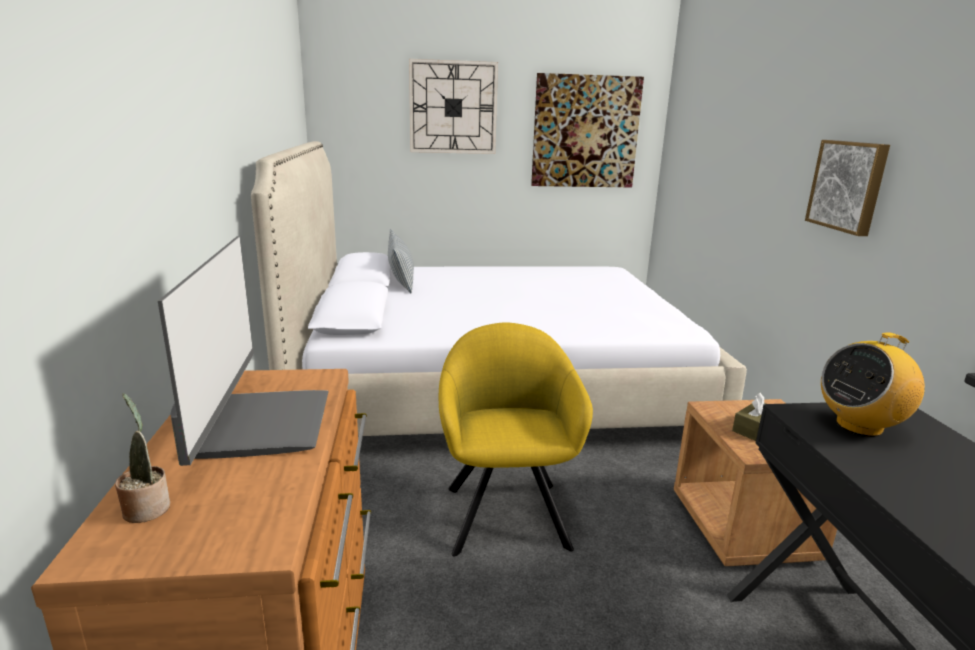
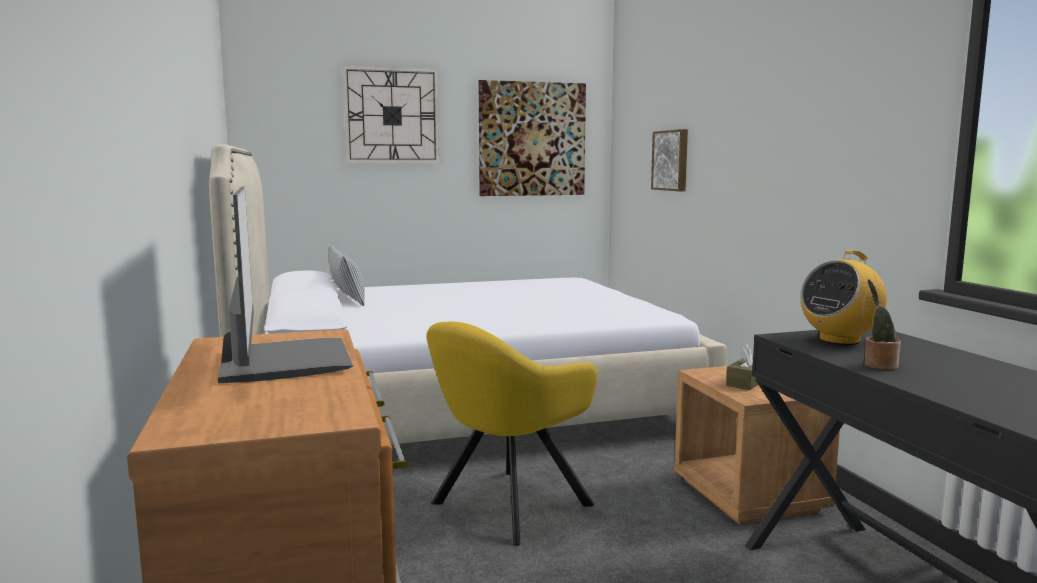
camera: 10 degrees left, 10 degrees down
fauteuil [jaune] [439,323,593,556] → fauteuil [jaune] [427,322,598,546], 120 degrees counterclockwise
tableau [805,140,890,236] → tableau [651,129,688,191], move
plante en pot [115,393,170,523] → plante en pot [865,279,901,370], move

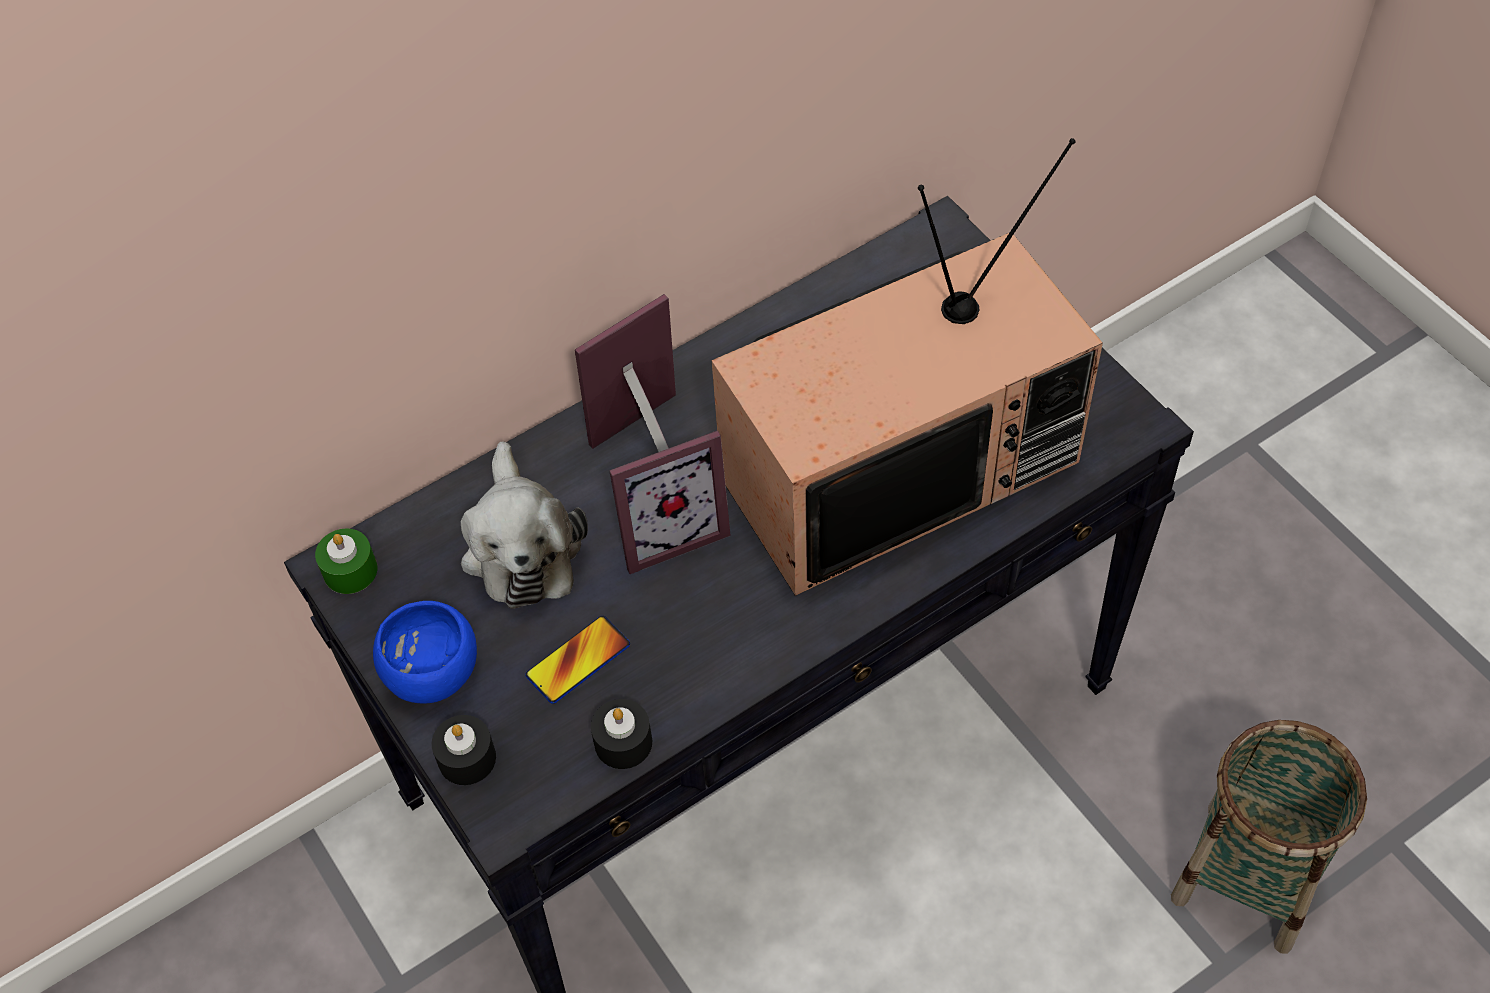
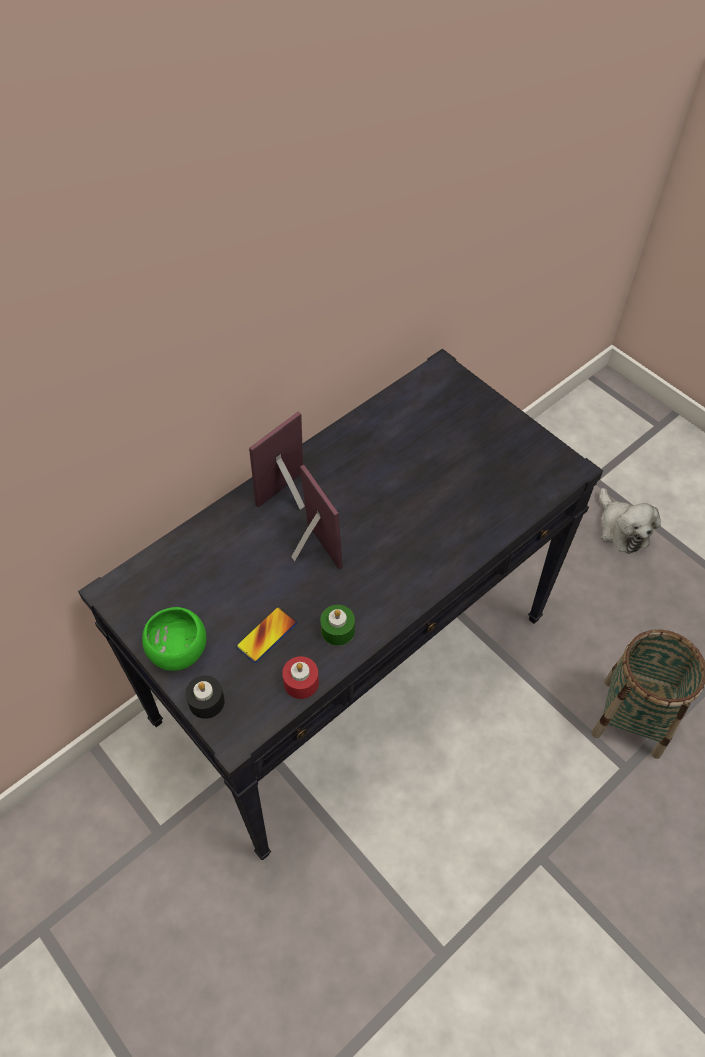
camera: 10 degrees left, 0 degrees up
bol [bleu] [373,601,477,704] → bol [vert] [142,607,206,671]
bougie [noir] [591,699,652,769] → bougie [rouge] [282,656,319,699]
cadre photo [609,430,731,574] → cadre photo [291,465,343,570], 90 degrees counterclockwise
bougie [vert] [315,528,377,594] → bougie [vert] [320,605,355,646], move
peluche [461,441,588,609] → peluche [599,488,661,554], move
téléviseur [712,138,1103,596] → -

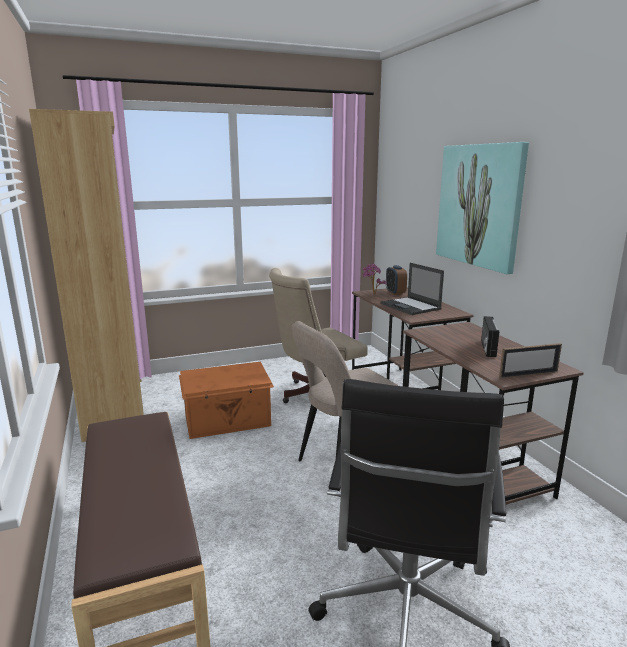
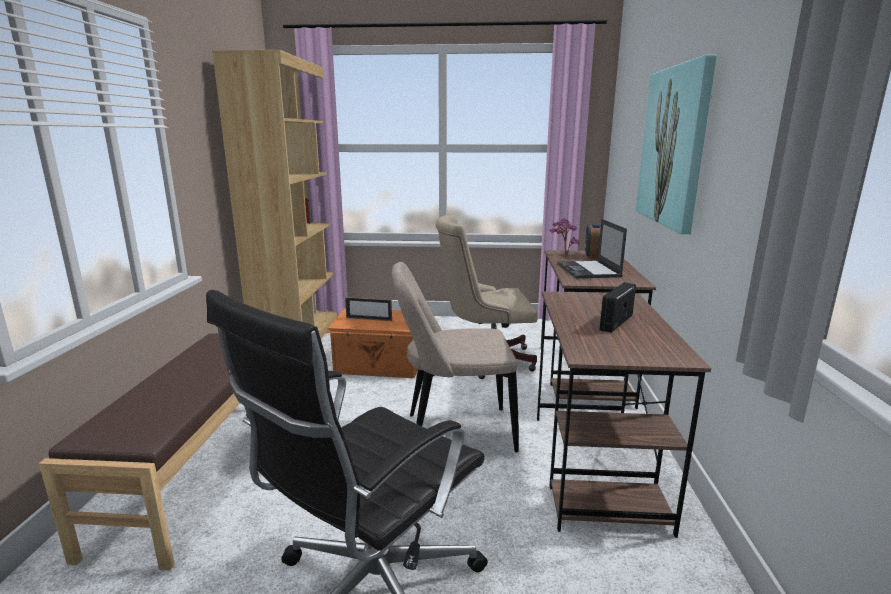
camera: 25 degrees right, 0 degrees up
cadre photo [499,343,562,378] → cadre photo [345,297,392,321], move

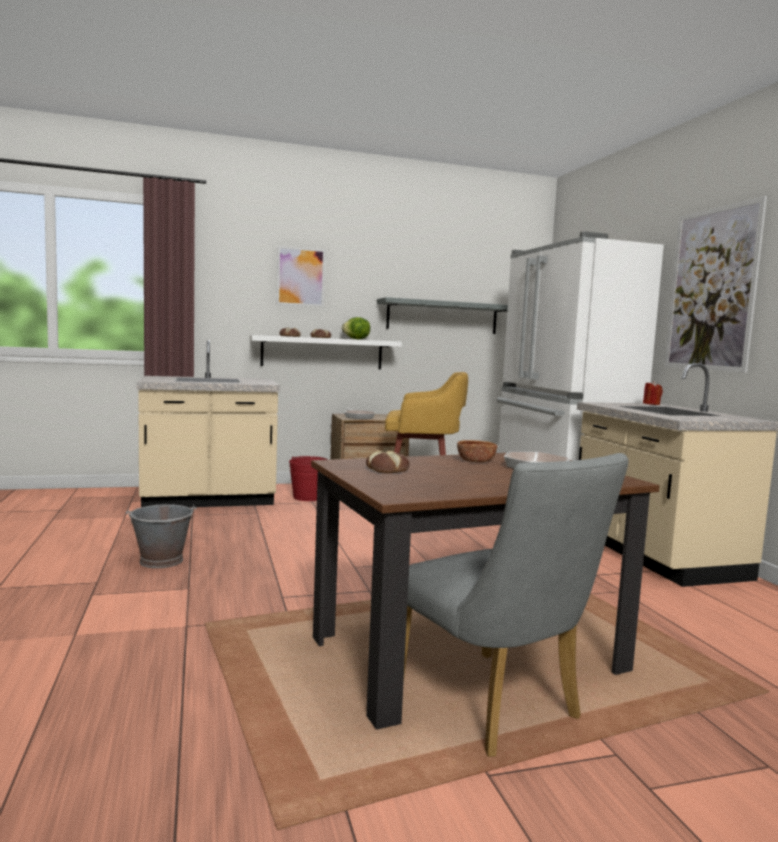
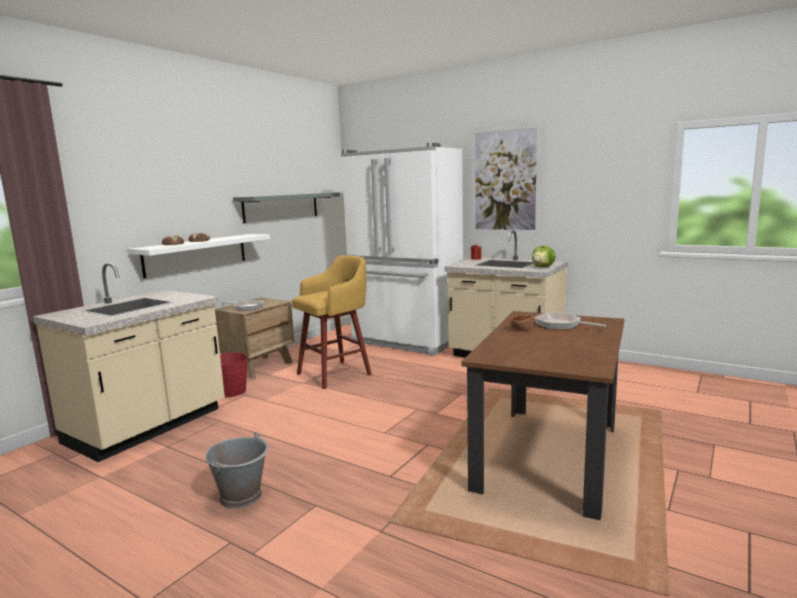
camera: 40 degrees left, 5 degrees up
laitue [342,317,370,339] → laitue [532,246,556,267], move
tableau [276,246,326,307] → -
pain [366,450,410,473] → -
chaise [gris] [403,453,629,757] → -

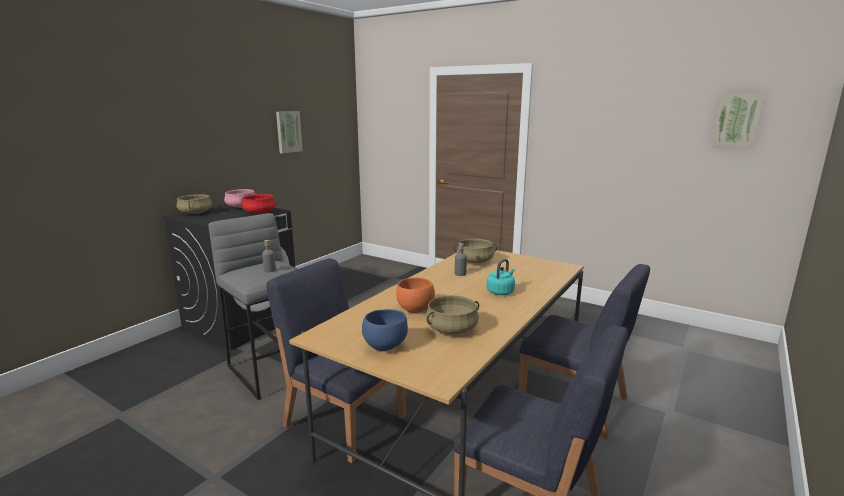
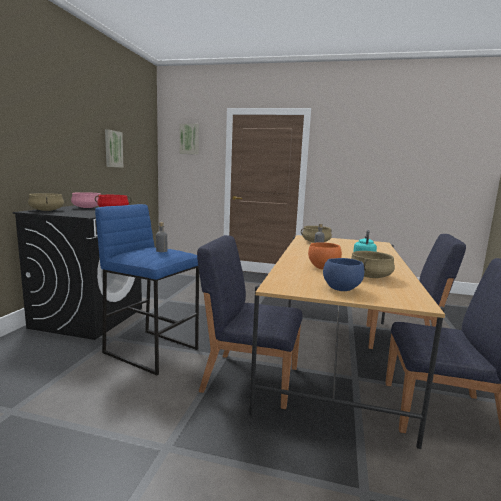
camera: 20 degrees left, 5 degrees down
tabouret [gris] [209,213,297,400] → tabouret [bleu] [95,204,199,375]
tableau [712,94,764,150] → tableau [179,124,199,154], move

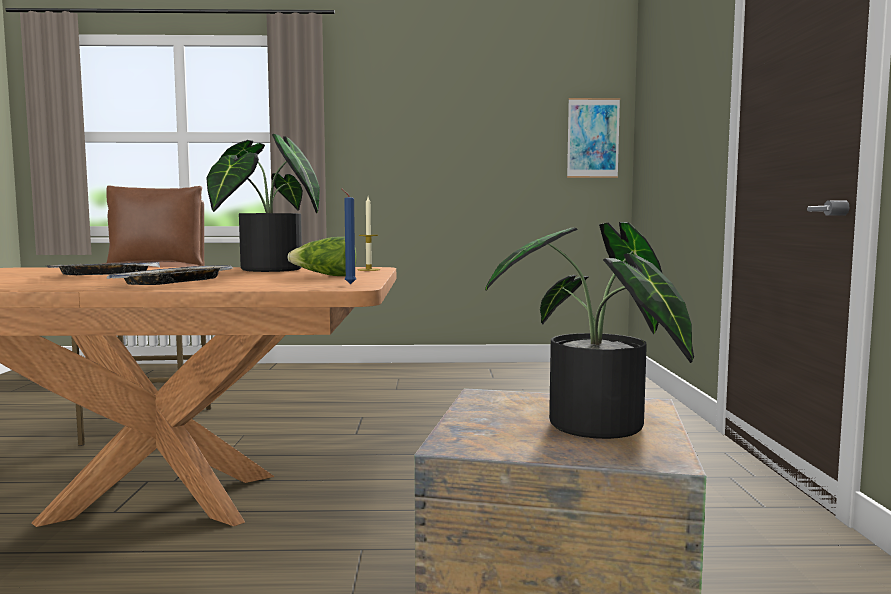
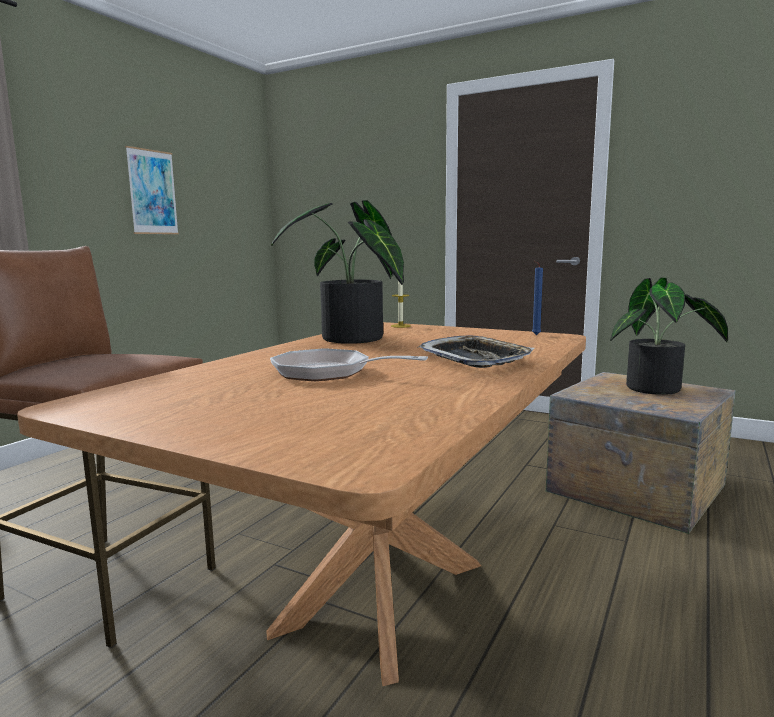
camera: 60 degrees left, 5 degrees up
tableau [567,98,620,178] → tableau [125,146,179,234], move
plateau [47,262,160,275] → poêle [270,348,428,381]
laitue [287,237,357,276] → -

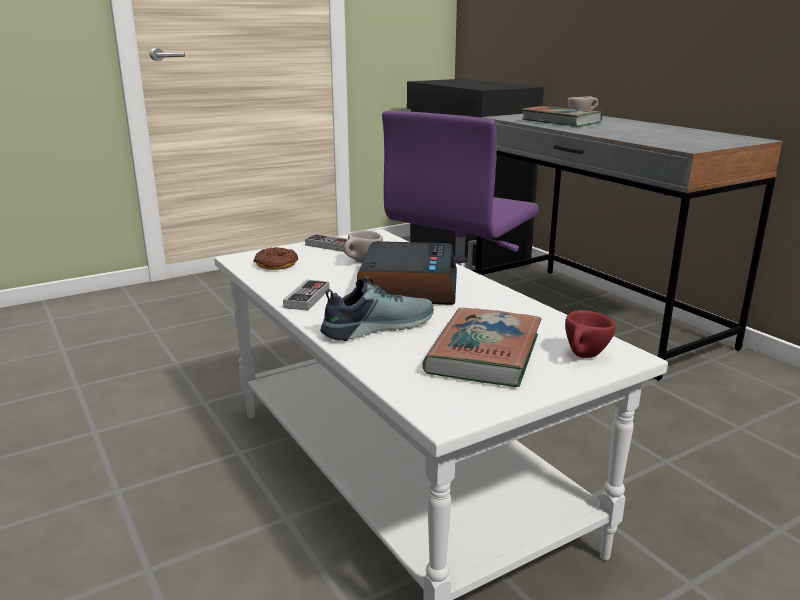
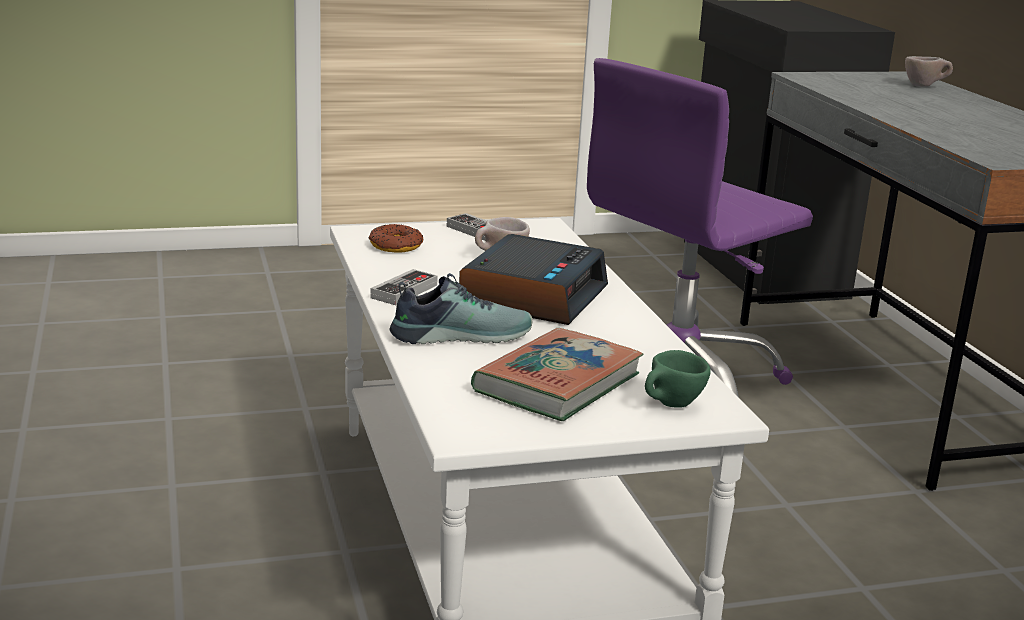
camera: 15 degrees right, 0 degrees up
tasse [rouge] [565,310,615,358] → tasse [vert] [645,350,711,408]
livre [522,106,602,127] → -

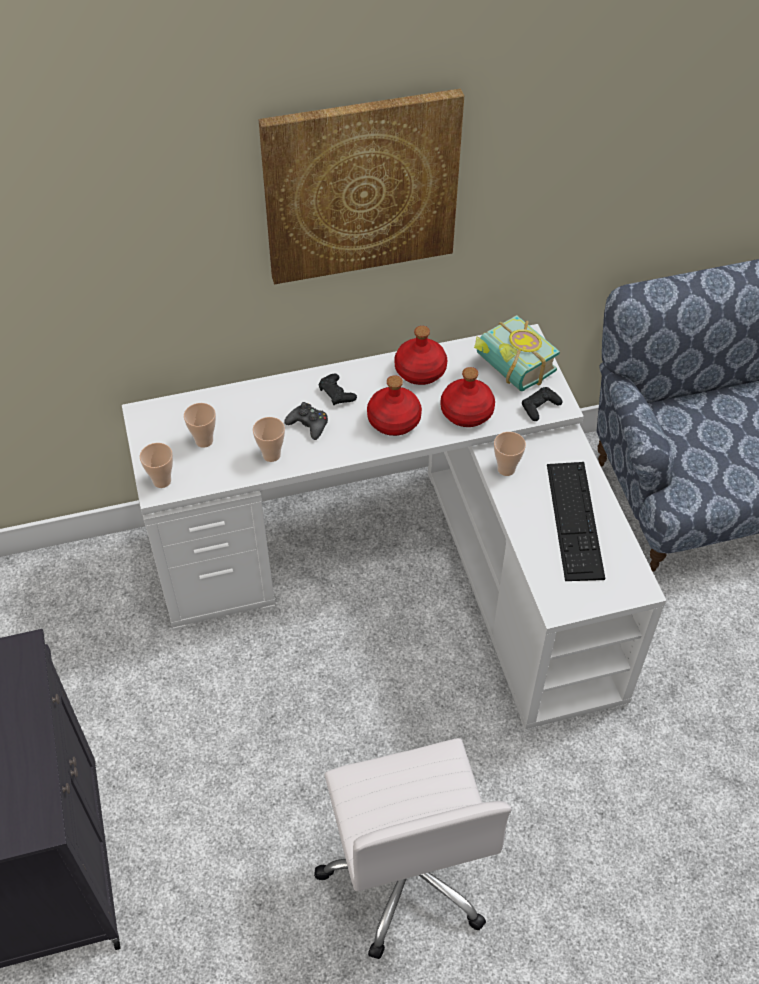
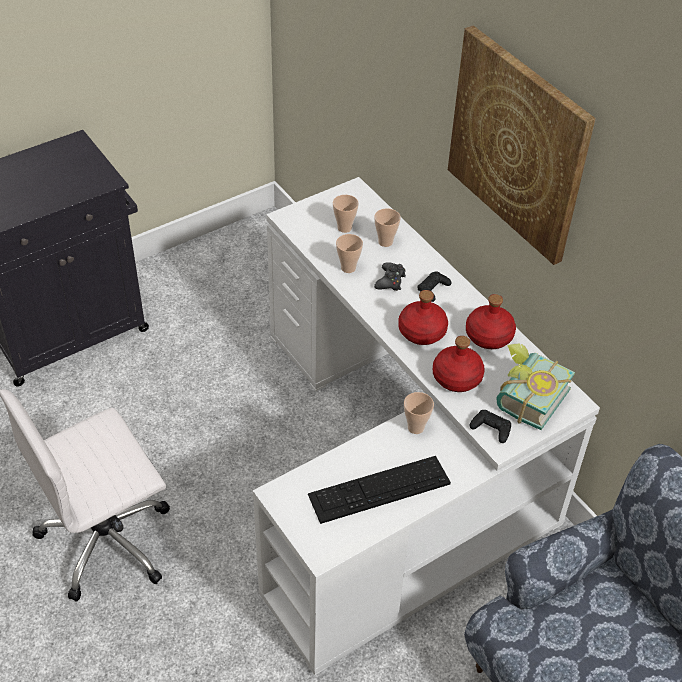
camera: 70 degrees right, 5 degrees down
tasse [140,443,173,488] → tasse [374,208,401,247], move

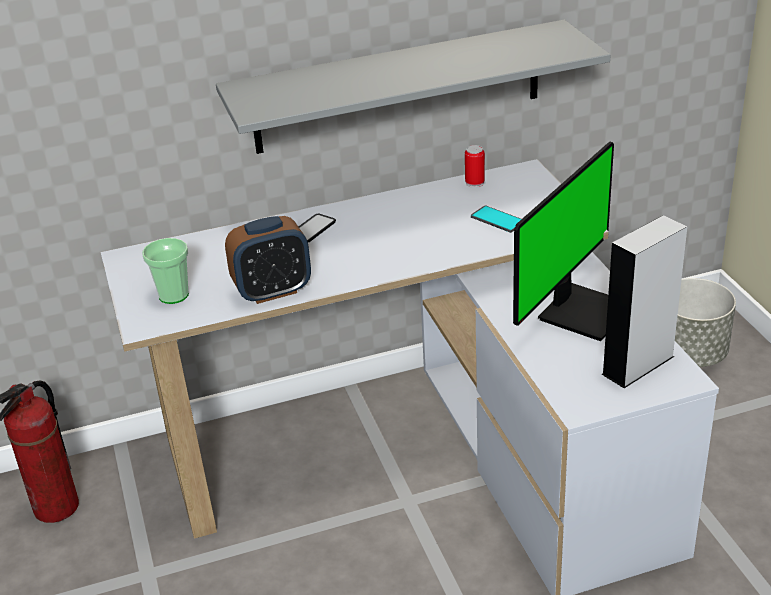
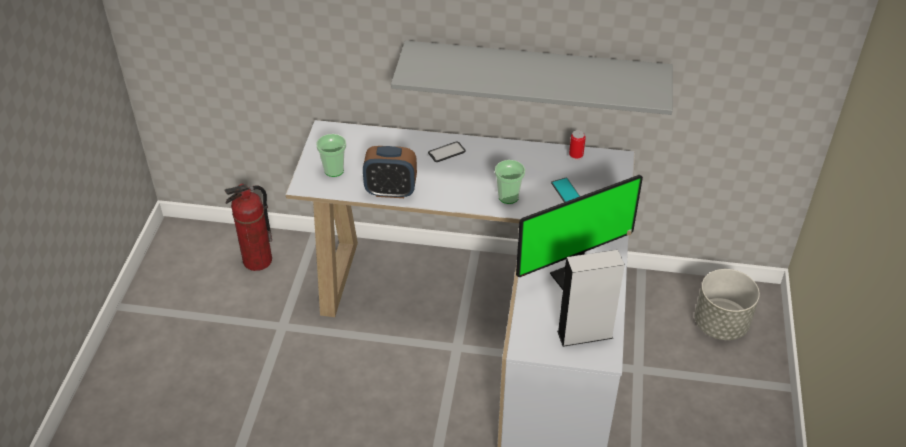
camera: 25 degrees right, 10 degrees up
- → tasse [495,160,525,204]

